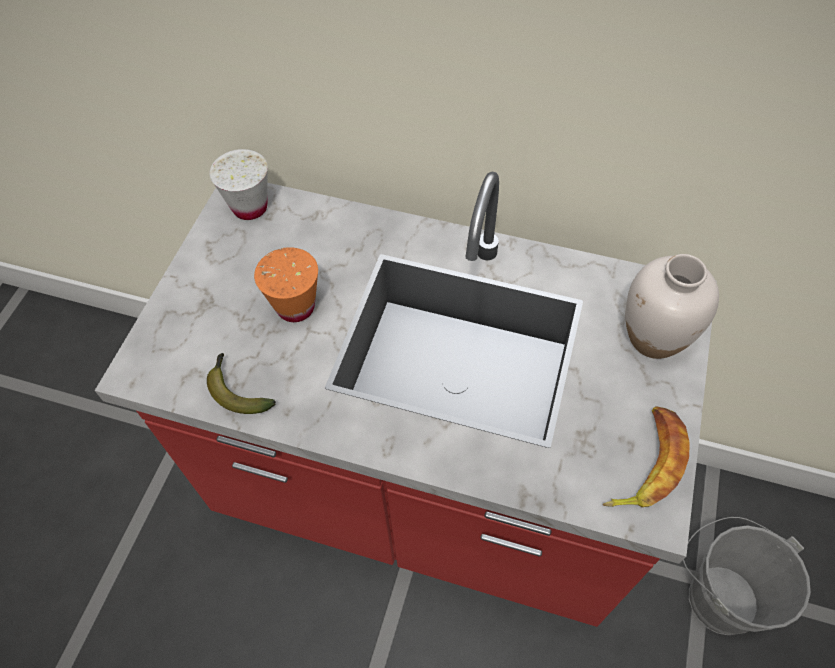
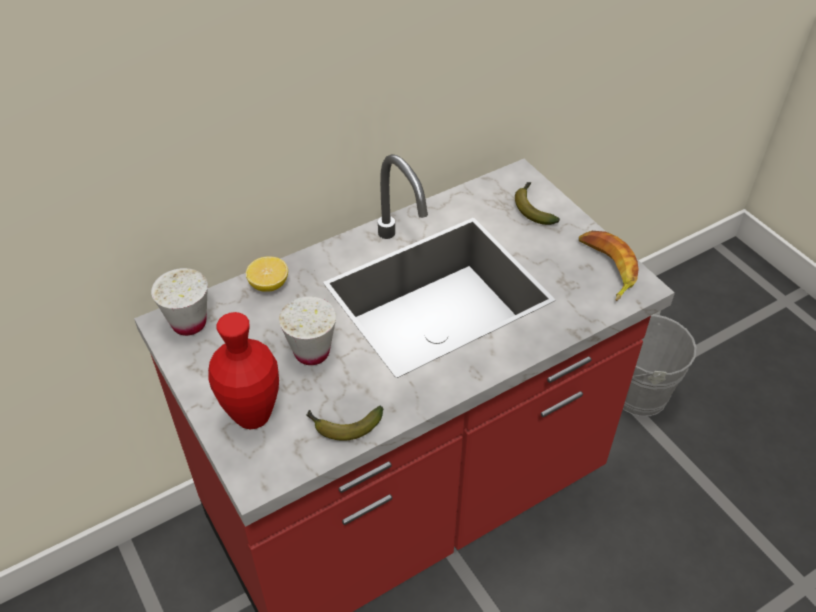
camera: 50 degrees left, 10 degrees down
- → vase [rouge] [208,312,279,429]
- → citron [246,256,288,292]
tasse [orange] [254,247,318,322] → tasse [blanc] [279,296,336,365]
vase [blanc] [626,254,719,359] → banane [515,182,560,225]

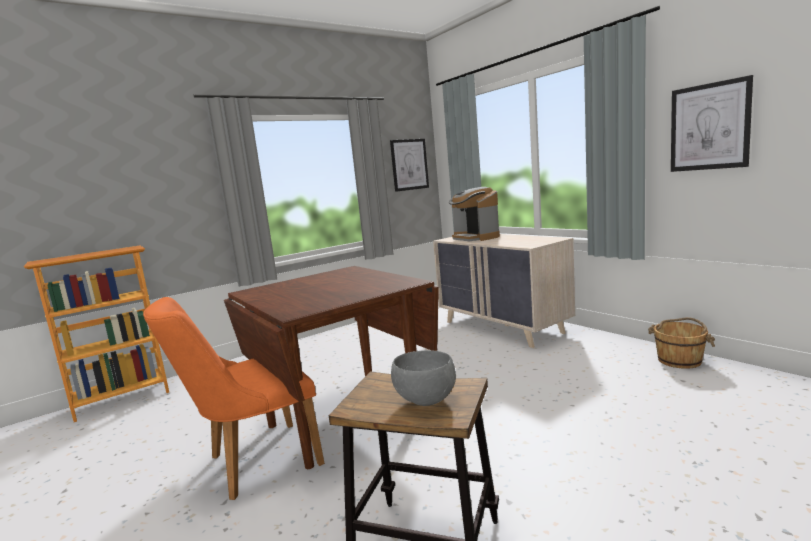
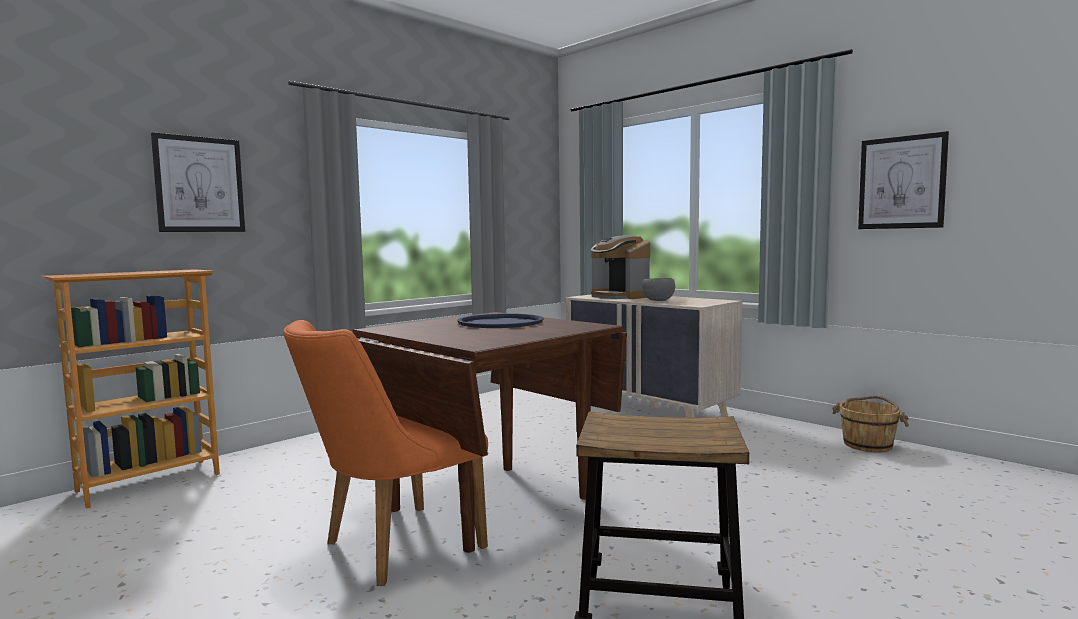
camera: 10 degrees left, 5 degrees down
tableau [390,139,429,192] → tableau [151,132,245,232], move
- → plateau [bleu] [458,313,544,328]
bol [gris] [391,350,456,406] → bol [gris] [642,278,675,301], move

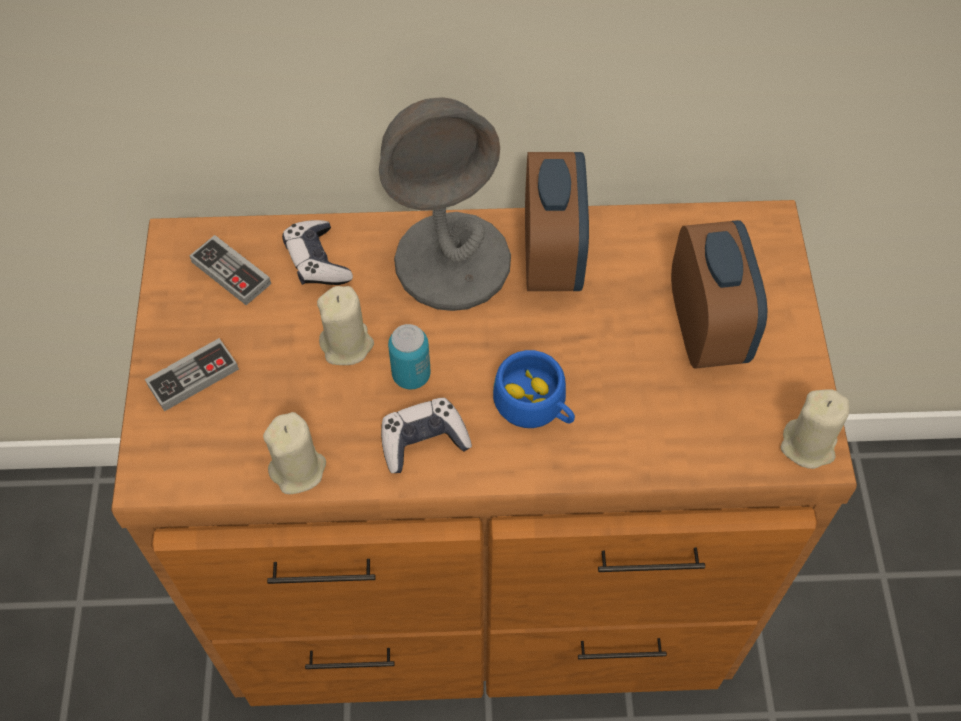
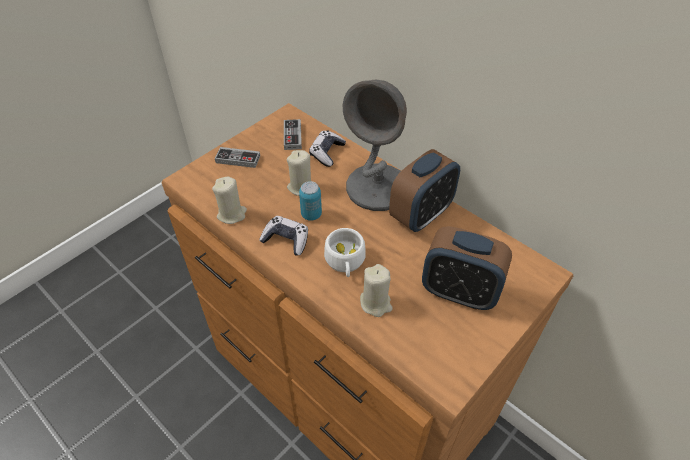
camera: 45 degrees right, 10 degrees down
tasse [bleu] [493,350,575,428] → tasse [blanc] [324,228,366,277]
bougie [beige] [781,389,849,469] → bougie [beige] [360,264,393,317], move
réveil [671,220,767,369] → réveil [422,226,512,310], 75 degrees clockwise

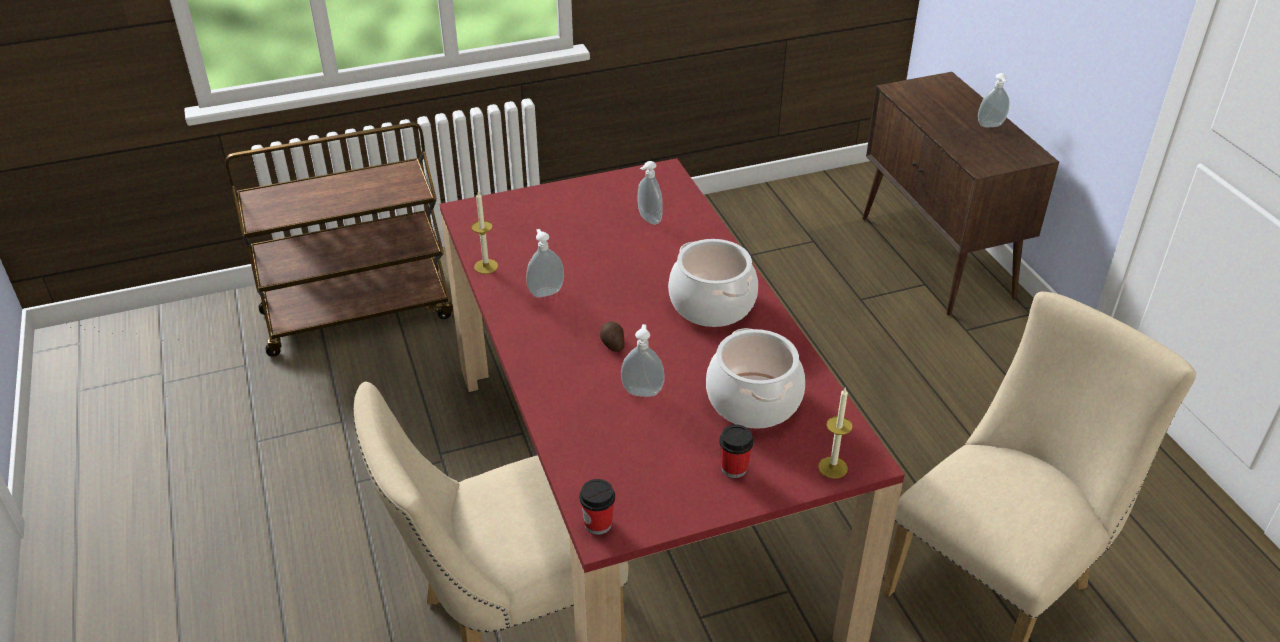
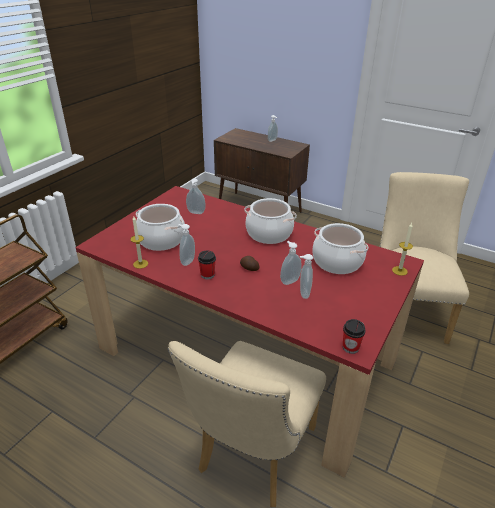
camera: 40 degrees left, 5 degrees down
- → marmite [136,204,185,251]
tasse [719,425,754,478] → tasse [198,250,216,279], move
- → distributeur de savon [300,254,313,299]

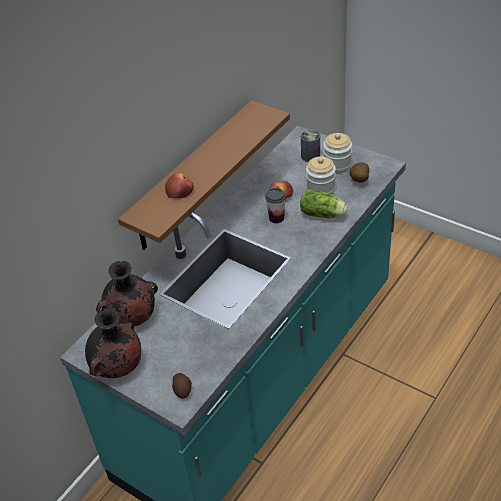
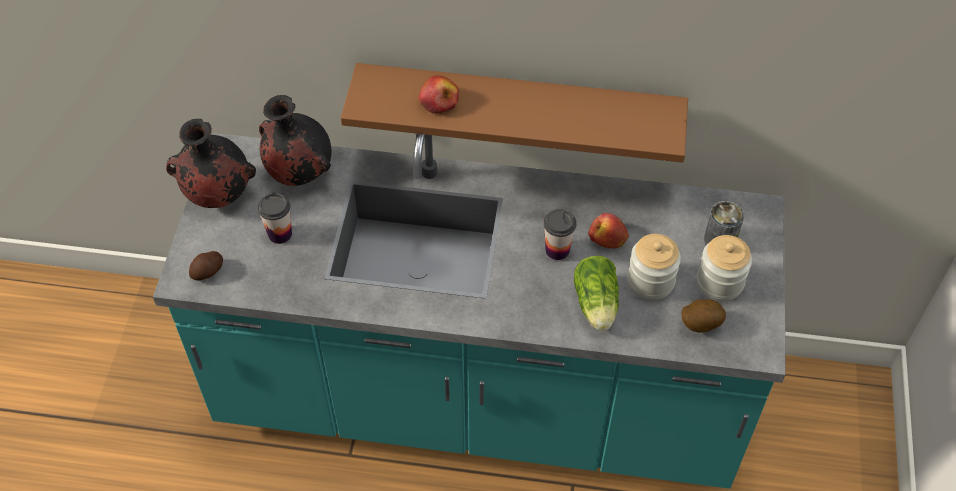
camera: 60 degrees right, 10 degrees up
- → tasse [257,193,292,244]

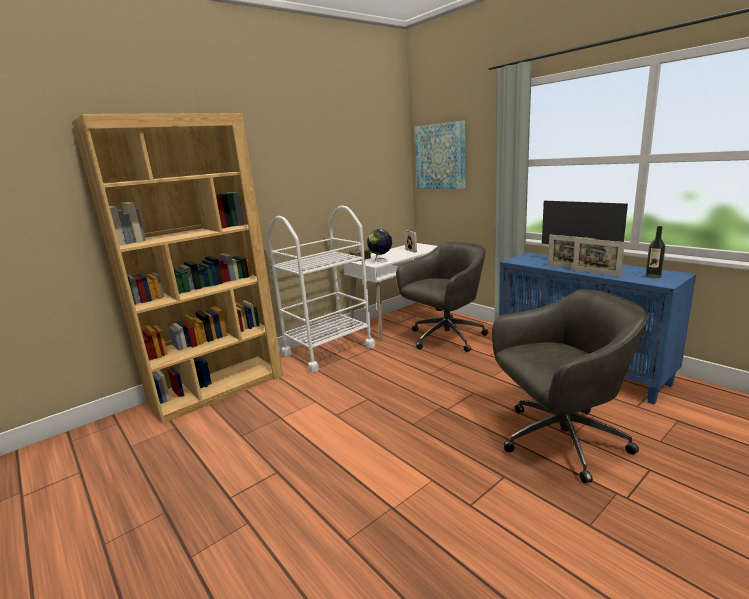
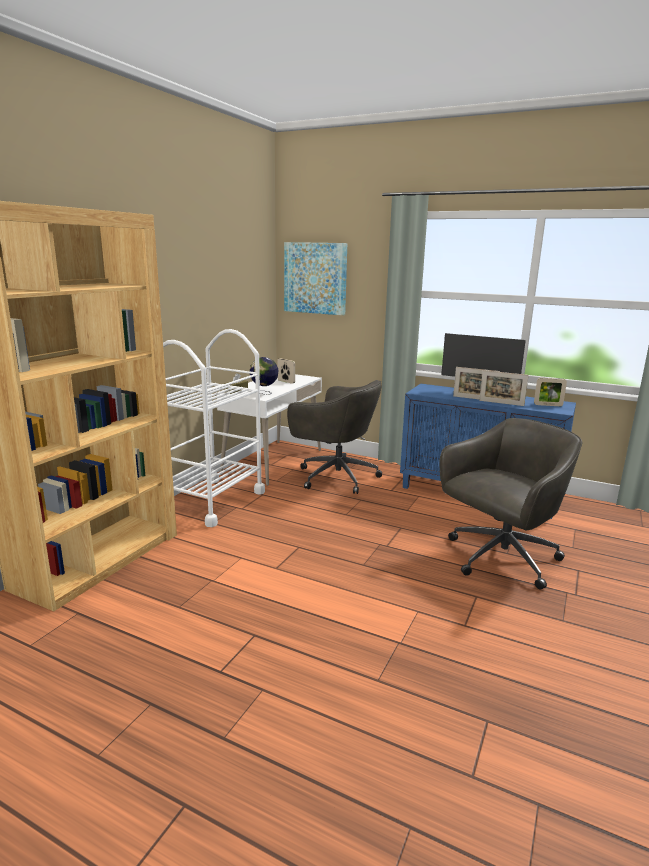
camera: 25 degrees left, 0 degrees up
chaise de bureau [gris] [396,242,488,352] → chaise de bureau [gris] [287,380,382,494], 90 degrees clockwise
bouteille [645,226,666,278] → cadre photo [534,378,567,406]

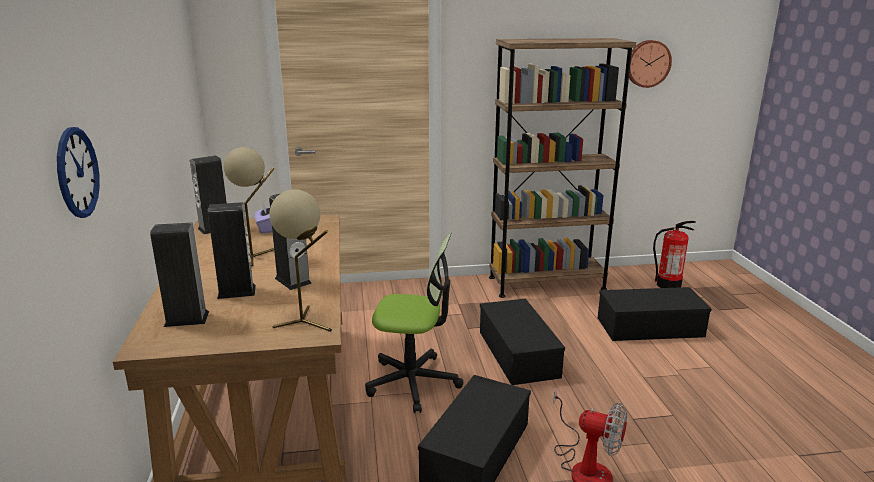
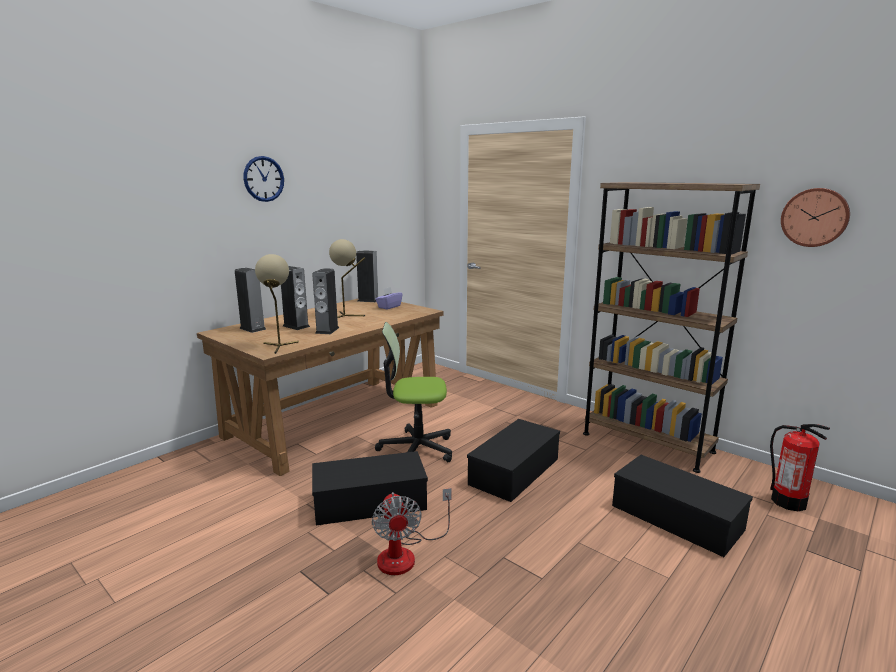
camera: 50 degrees right, 5 degrees down
horloge murale [57,127,100,218] → horloge murale [243,156,284,202], move
chaise de bureau [365,233,463,413] → chaise de bureau [375,322,452,462], 120 degrees clockwise

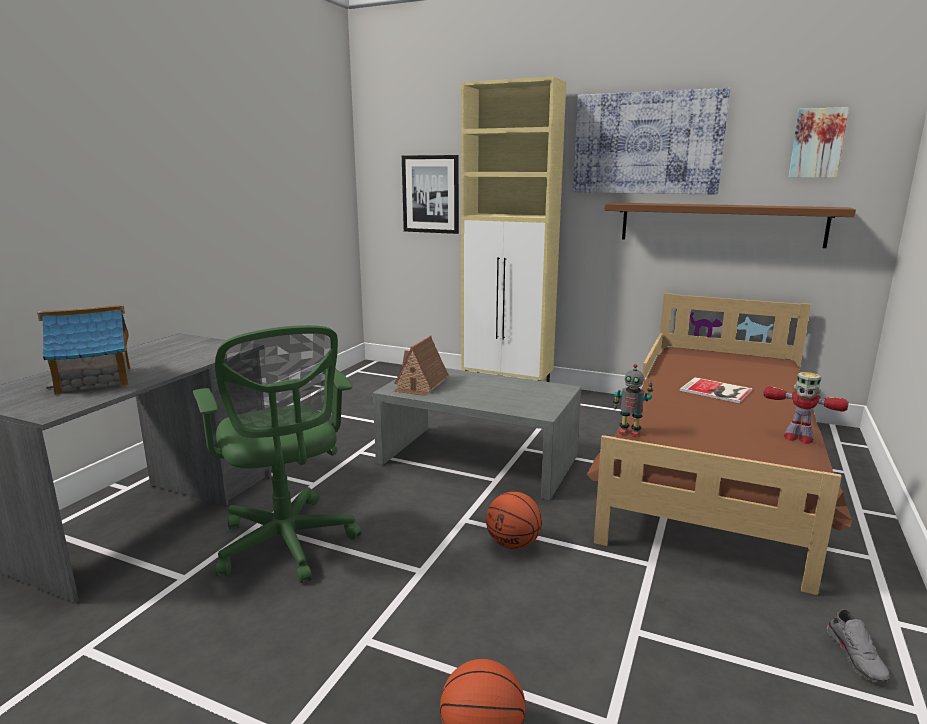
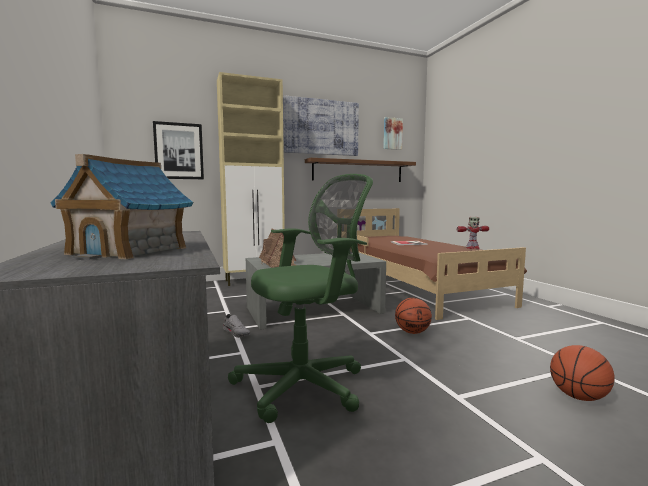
camera: 45 degrees left, 10 degrees down
chaussure [gris] [827,609,890,682] → chaussure [gris] [223,314,250,338], move
chaise de bureau [vert] [193,325,362,583] → chaise de bureau [vert] [228,174,373,423], 45 degrees counterclockwise
robot jouet [613,364,653,437] → -

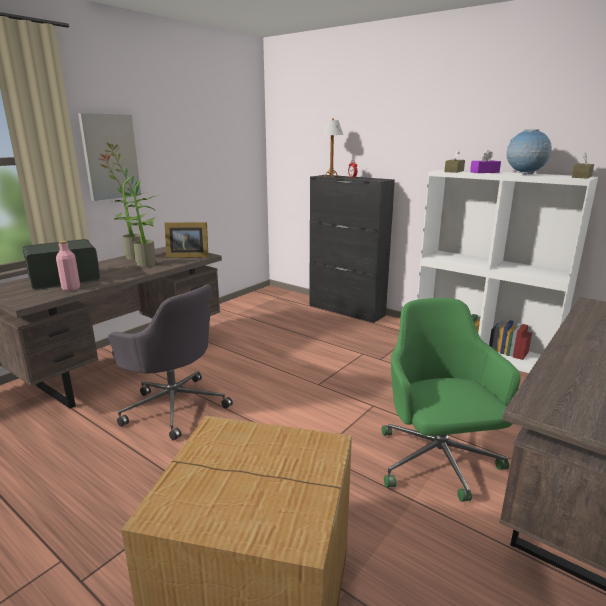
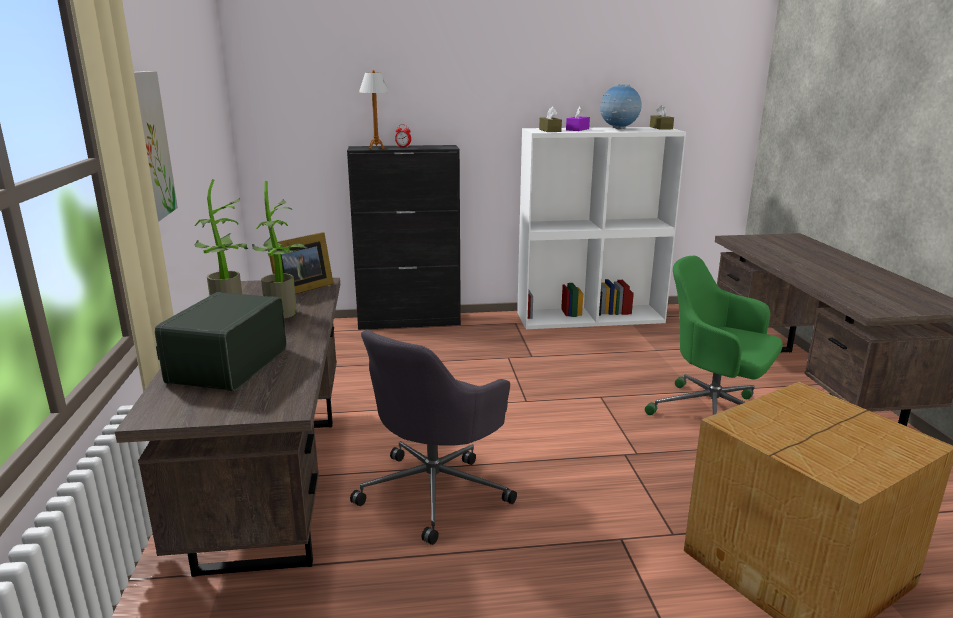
camera: 45 degrees left, 0 degrees up
chaise de bureau [gris] [108,284,233,441] → chaise de bureau [gris] [350,330,517,545], 135 degrees clockwise
bouteille [rose] [56,241,80,291] → -

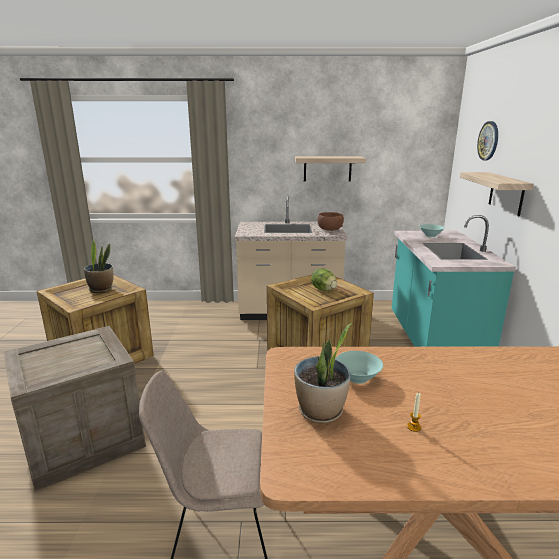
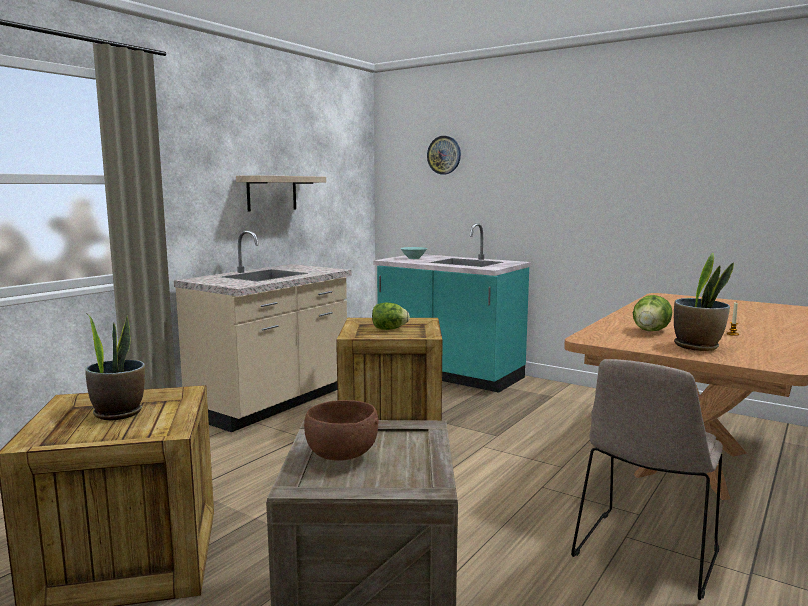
camera: 55 degrees left, 10 degrees down
bol [marron] [317,212,344,231] → bol [marron] [304,400,379,461], move
bol [turquoise] [336,351,383,384] → laitue [633,295,672,331]
étagère [460,172,534,217] → -

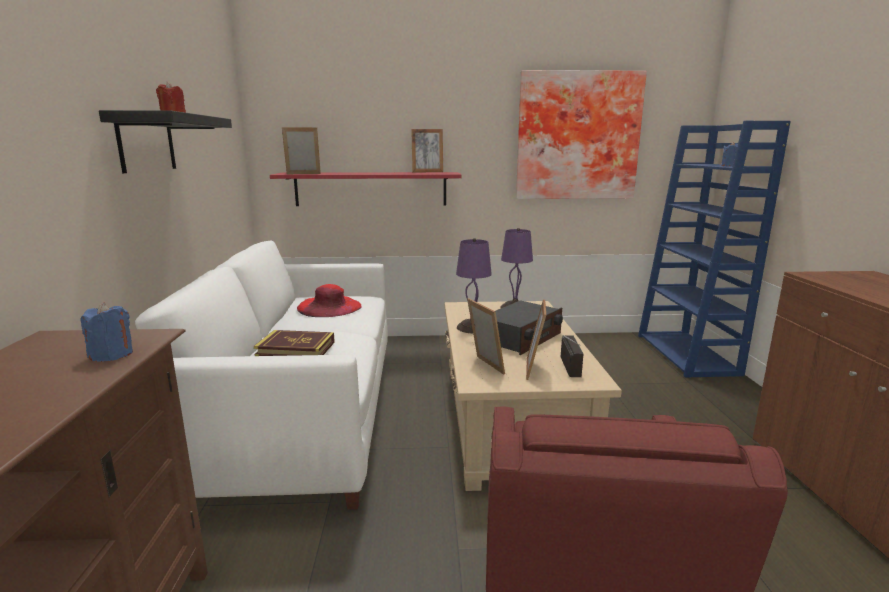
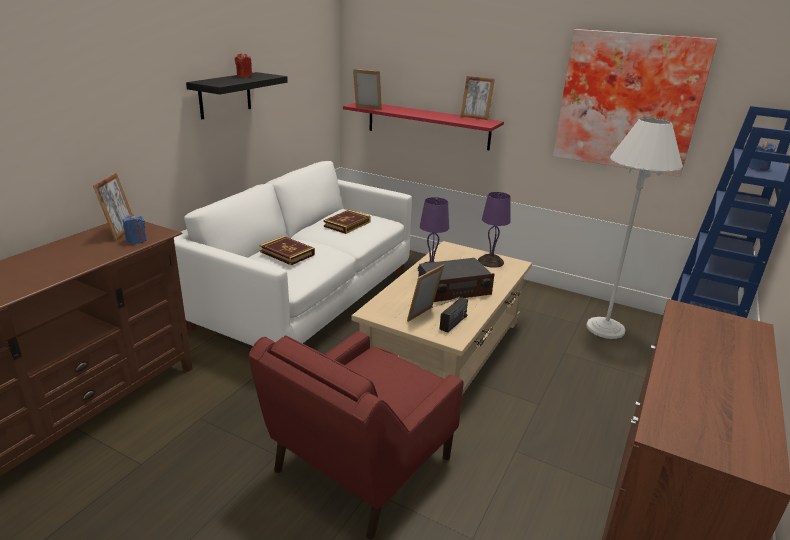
camera: 30 degrees right, 10 degrees up
cadre photo [467,298,505,375] → cadre photo [93,173,132,241], move
chapeau [rouge] [297,284,362,317] → livre [324,210,371,234]
- → lampadaire [blanc] [586,117,683,339]

